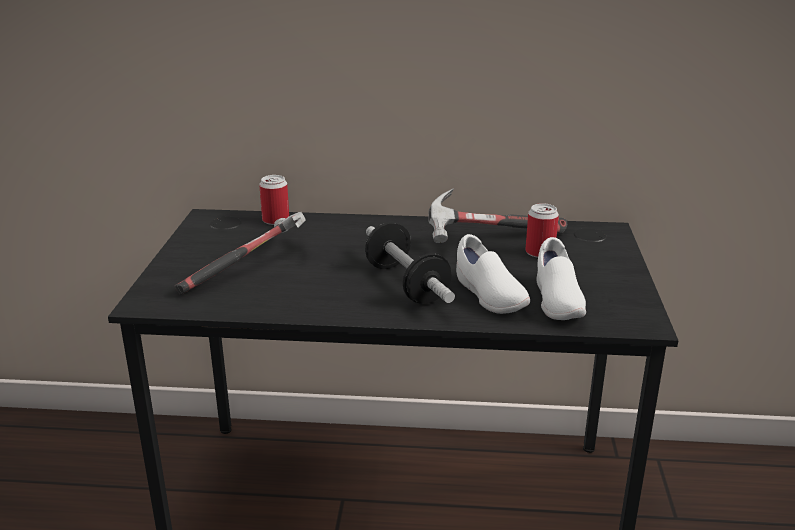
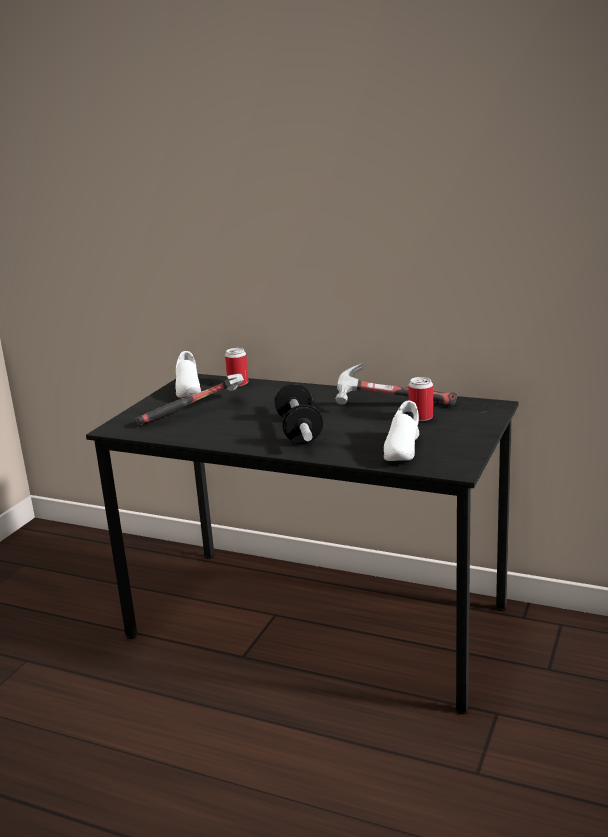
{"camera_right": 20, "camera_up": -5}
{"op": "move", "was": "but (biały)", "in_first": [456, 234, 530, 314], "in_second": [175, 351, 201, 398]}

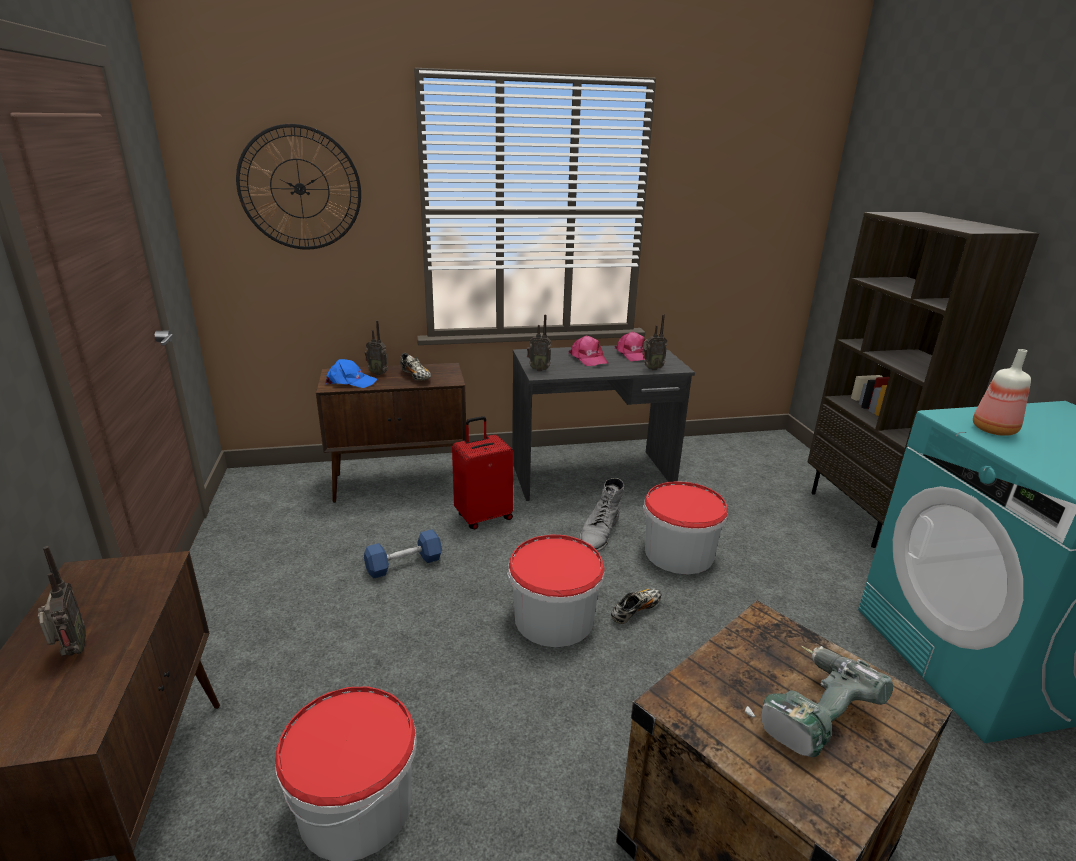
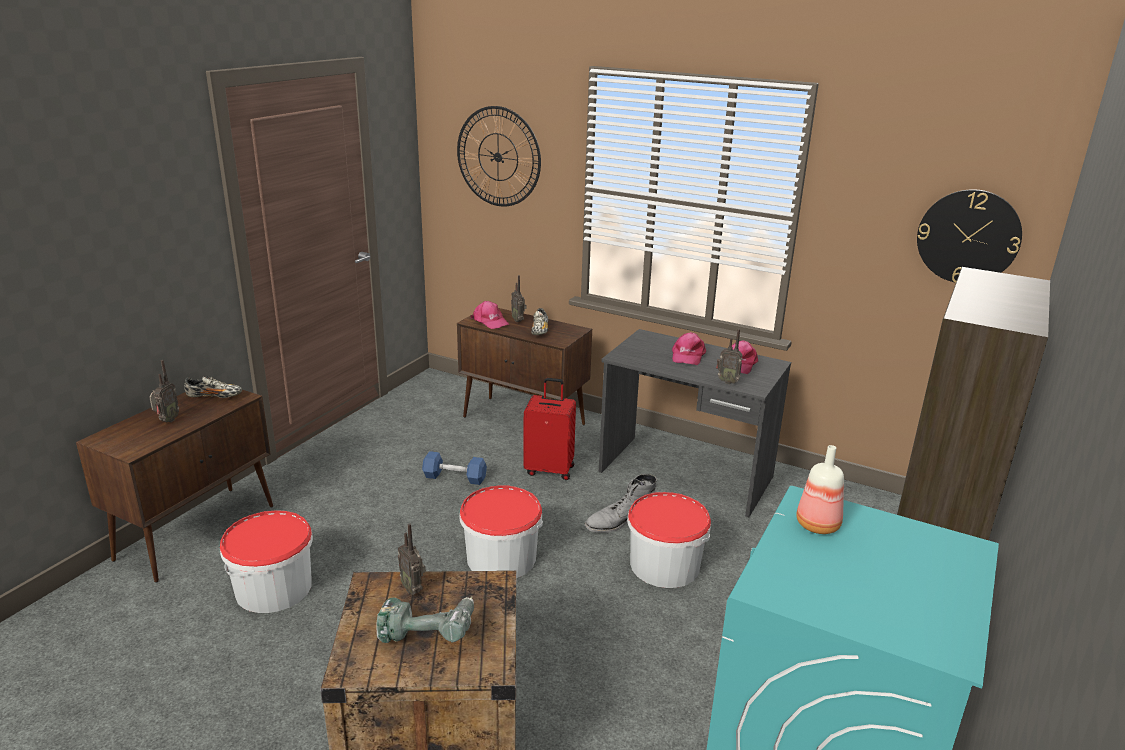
{"camera_right": 40, "camera_up": 0}
{"op": "recolor", "was": "czapka z daszkiem (niebieski)", "now": "czapka z daszkiem (różowy)", "in_first": [325, 359, 377, 388], "in_second": [471, 301, 509, 329]}
{"op": "move", "was": "radio", "in_first": [527, 315, 551, 372], "in_second": [398, 523, 426, 595]}
{"op": "move", "was": "but", "in_first": [611, 588, 662, 624], "in_second": [184, 376, 242, 398]}
{"op": "insert", "now": "zegar ścienny", "in_second": [917, 189, 1022, 283]}

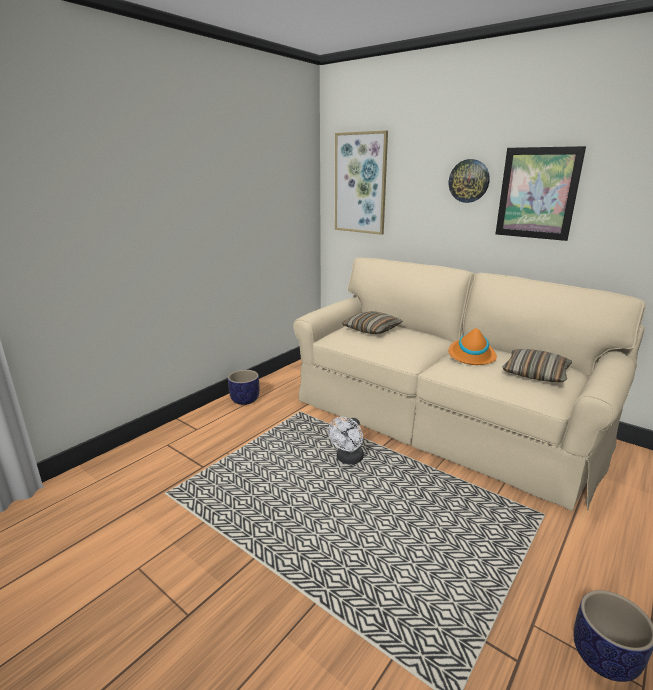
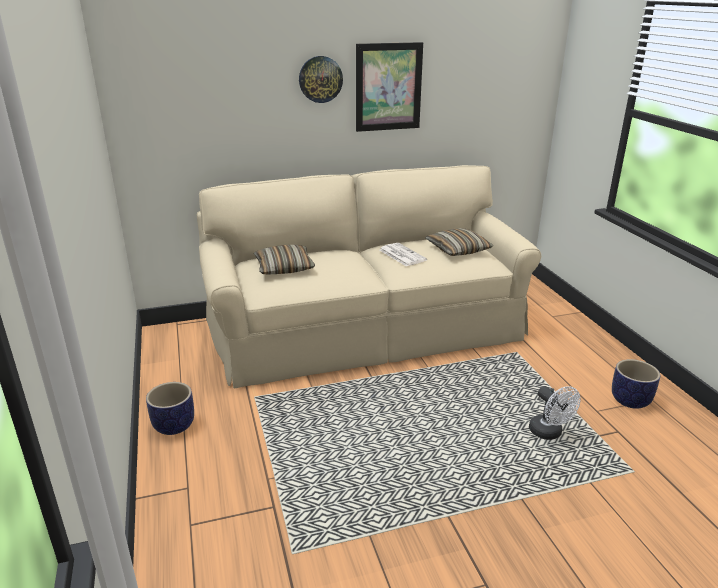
{"camera_right": -55, "camera_up": 5}
{"op": "move", "was": "wentylator (biały)", "in_first": [328, 417, 364, 464], "in_second": [529, 386, 581, 440]}
{"op": "delete", "was": "obraz", "in_first": [335, 130, 388, 235]}
{"op": "replace", "was": "kapelusz (pomarańczowy)", "now": "gazeta", "in_first": [449, 323, 497, 365], "in_second": [380, 243, 427, 266]}

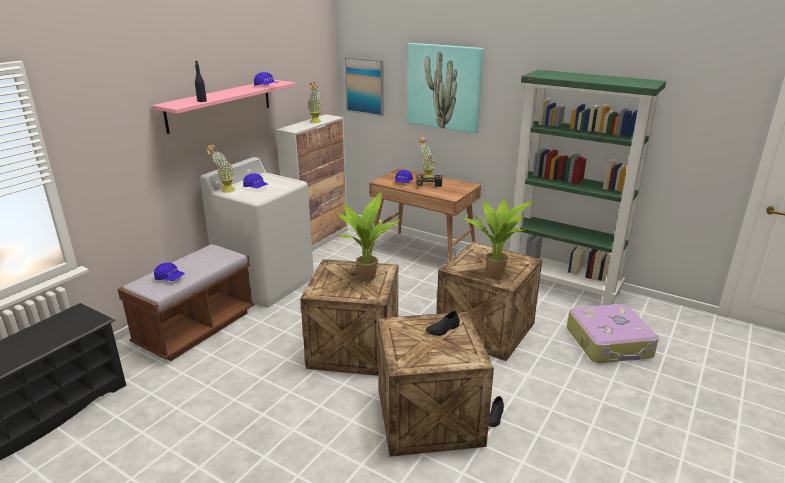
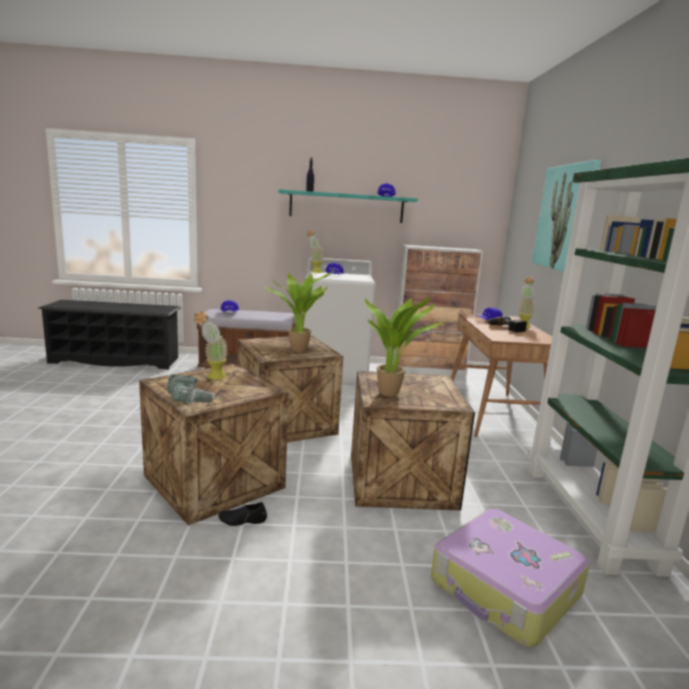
{"camera_right": 55, "camera_up": -10}
{"op": "recolor", "was": "półka (różowy)", "now": "półka (turkusowy)", "in_first": [152, 80, 296, 134], "in_second": [278, 189, 418, 223]}
{"op": "move", "was": "roślina doniczkowa", "in_first": [308, 82, 322, 123], "in_second": [194, 311, 228, 380]}
{"op": "delete", "was": "obraz", "in_first": [345, 57, 384, 116]}
{"op": "delete", "was": "but (czarny)", "in_first": [426, 311, 460, 336]}
{"op": "insert", "now": "wiertarka", "in_second": [167, 374, 224, 403]}

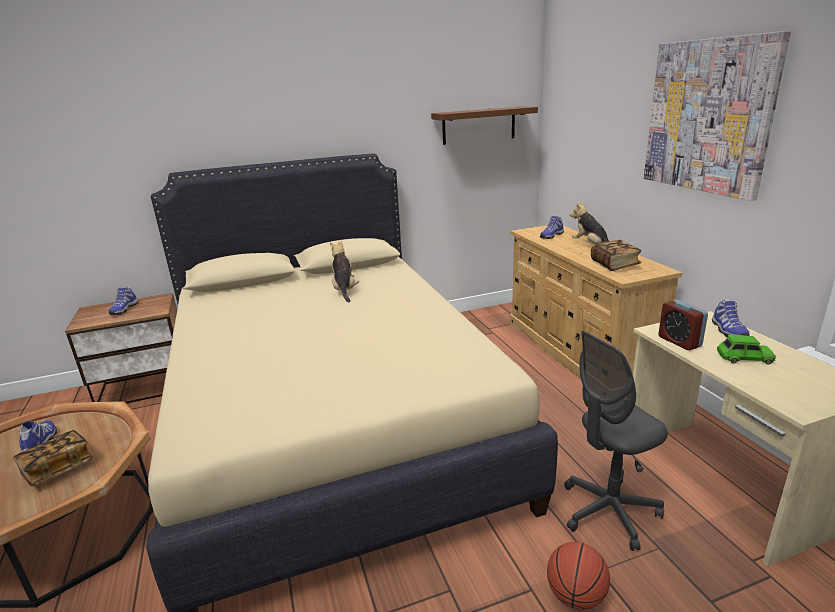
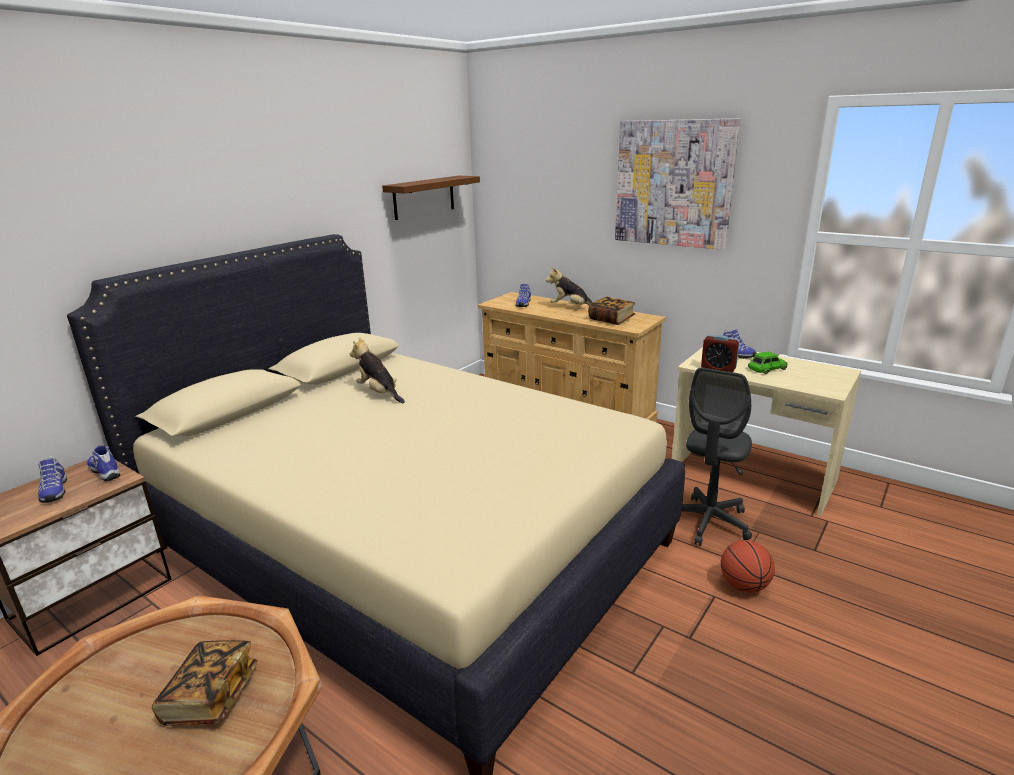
{"camera_right": -35, "camera_up": 0}
{"op": "move", "was": "but", "in_first": [19, 420, 57, 452], "in_second": [87, 445, 120, 482]}

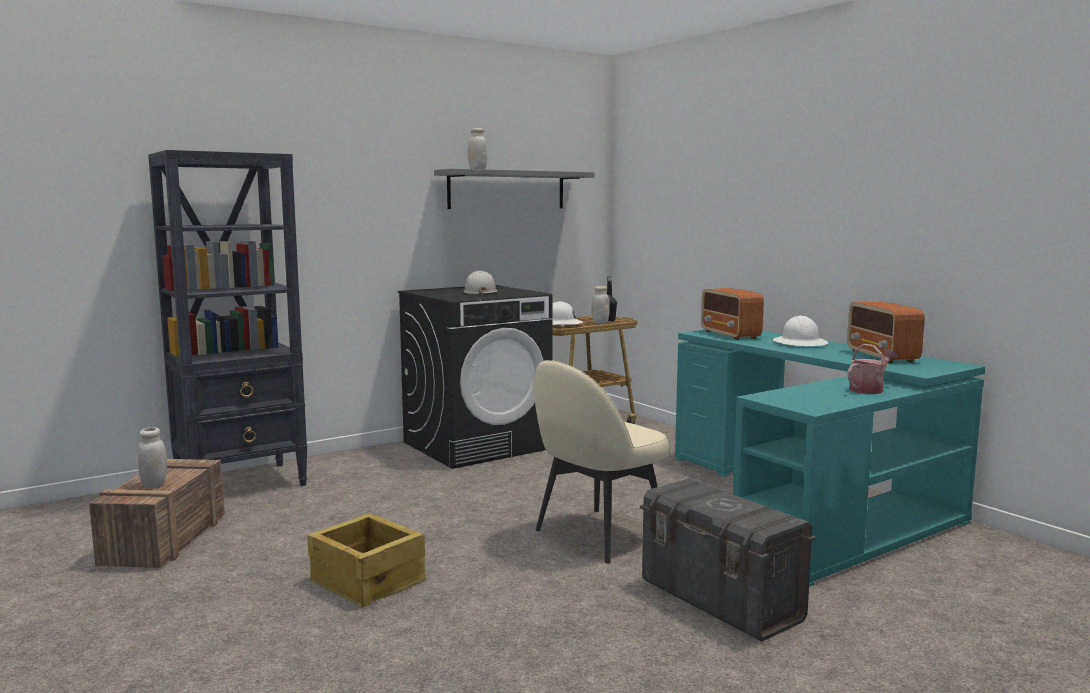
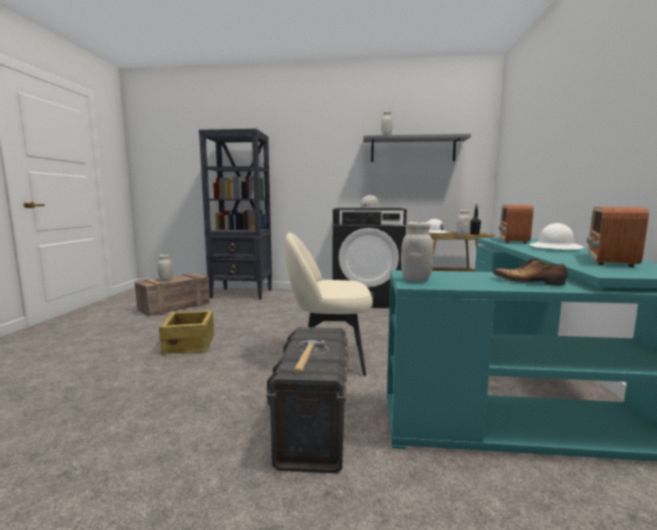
{"camera_right": 40, "camera_up": 0}
{"op": "replace", "was": "konewka", "now": "but", "in_first": [847, 344, 897, 394], "in_second": [493, 258, 568, 286]}
{"op": "insert", "now": "młotek", "in_second": [293, 340, 325, 374]}
{"op": "insert", "now": "słoik (biały)", "in_second": [401, 222, 433, 282]}

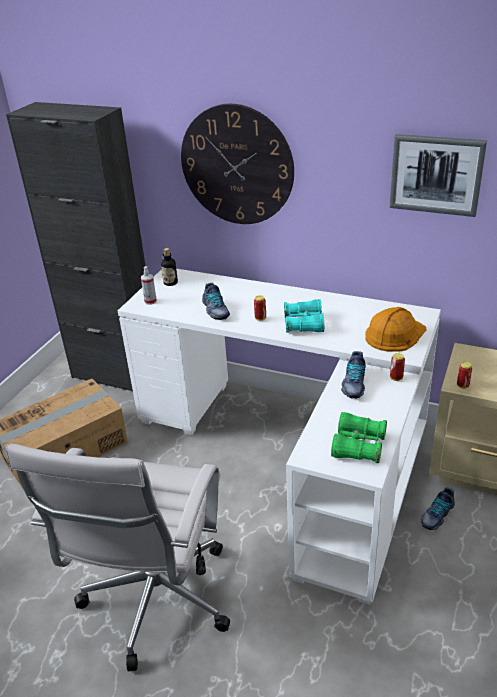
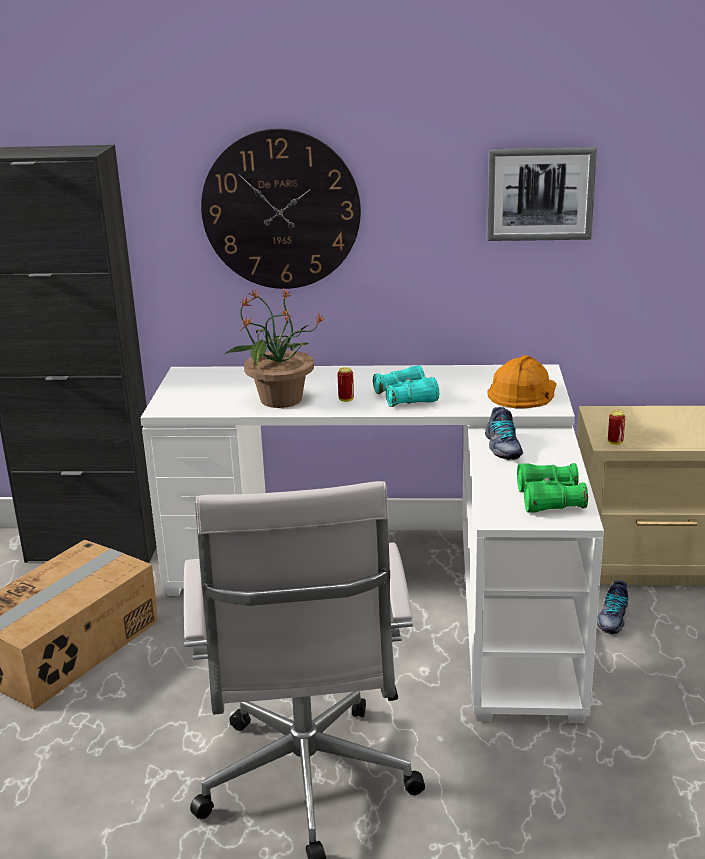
{"camera_right": -20, "camera_up": -10}
{"op": "delete", "was": "spryskiwacz", "in_first": [141, 266, 157, 305]}
{"op": "delete", "was": "butelka", "in_first": [161, 248, 178, 286]}
{"op": "replace", "was": "but", "now": "roślina doniczkowa", "in_first": [202, 283, 230, 320], "in_second": [224, 288, 324, 408]}
{"op": "delete", "was": "puszka", "in_first": [390, 353, 405, 381]}

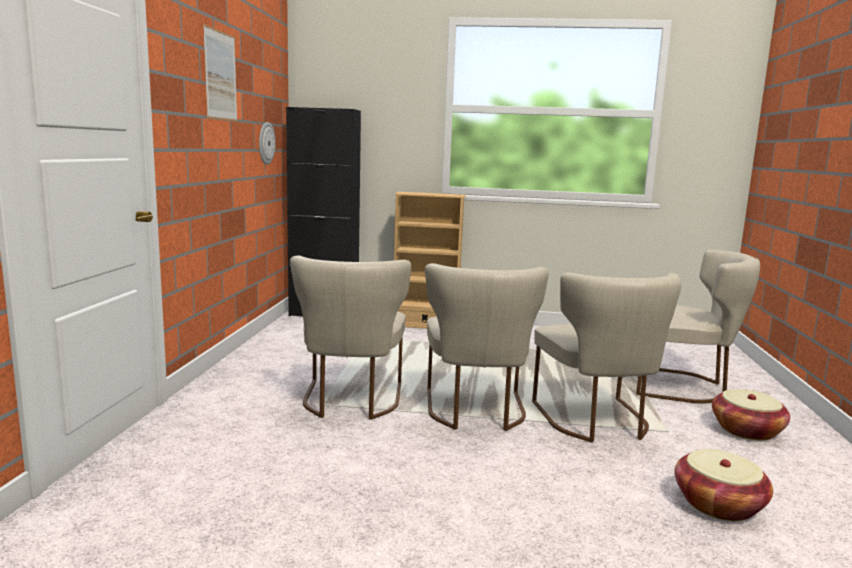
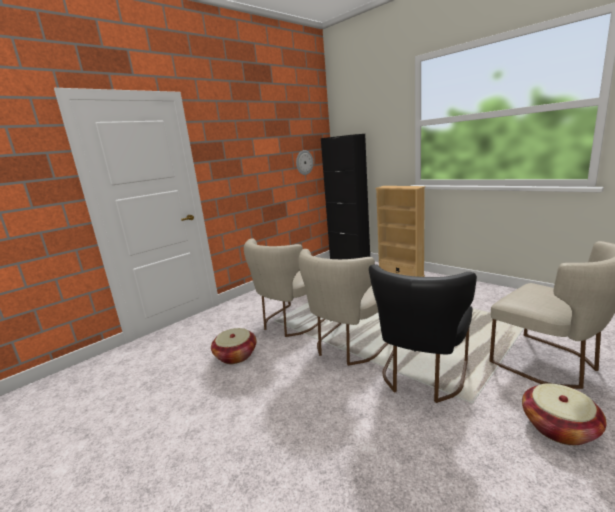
{"camera_right": 40, "camera_up": 5}
{"op": "delete", "was": "obraz", "in_first": [203, 24, 238, 121]}
{"op": "recolor", "was": "krzesło (beżowy)", "now": "krzesło (czarny)", "in_first": [532, 273, 681, 443], "in_second": [369, 264, 477, 403]}
{"op": "move", "was": "koszyk", "in_first": [674, 449, 773, 521], "in_second": [211, 328, 256, 364]}

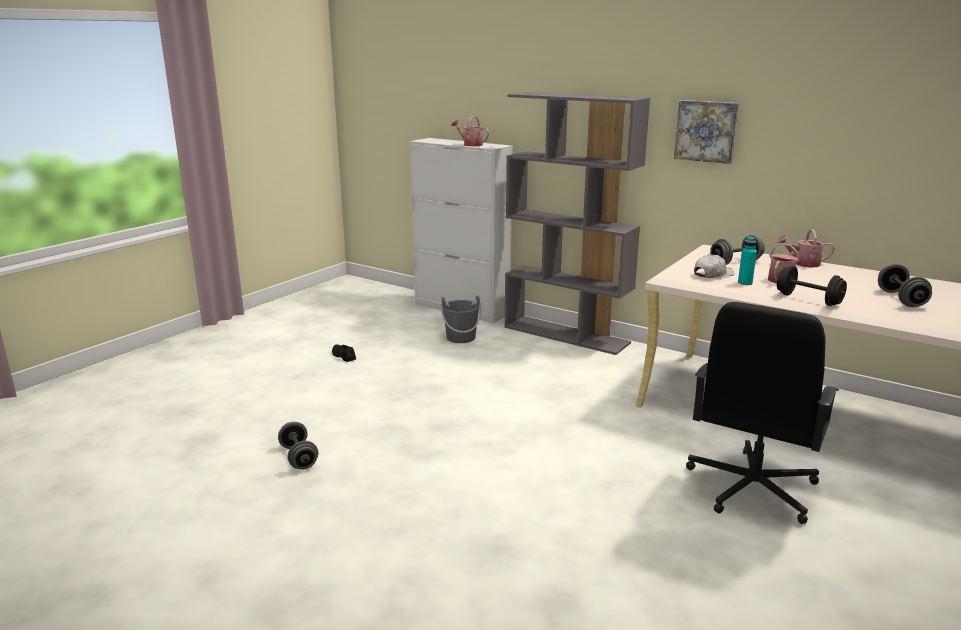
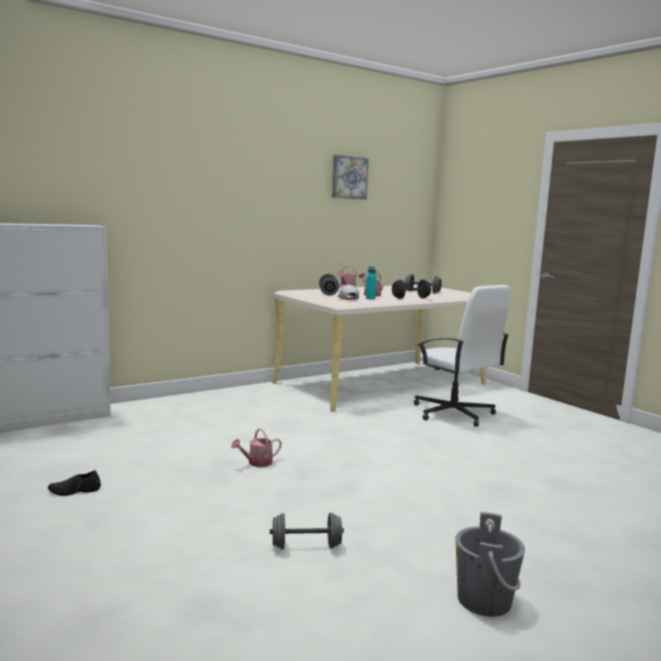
{"camera_right": -70, "camera_up": -10}
{"op": "move", "was": "wiadro (szary)", "in_first": [440, 296, 481, 343], "in_second": [455, 512, 525, 617]}
{"op": "move", "was": "konewka", "in_first": [451, 116, 489, 147], "in_second": [231, 428, 282, 467]}
{"op": "delete", "was": "regał (szary)", "in_first": [504, 92, 650, 355]}
{"op": "move", "was": "obraz", "in_first": [674, 100, 739, 164], "in_second": [332, 155, 369, 200]}
{"op": "recolor", "was": "krzesło biurowe (czarny)", "now": "krzesło biurowe (biały)", "in_first": [686, 302, 839, 524], "in_second": [414, 285, 511, 427]}

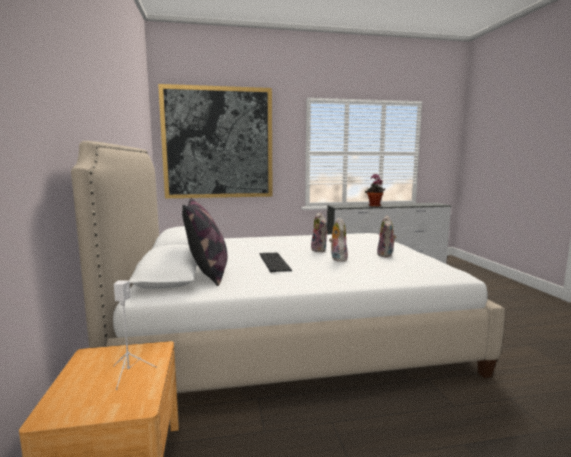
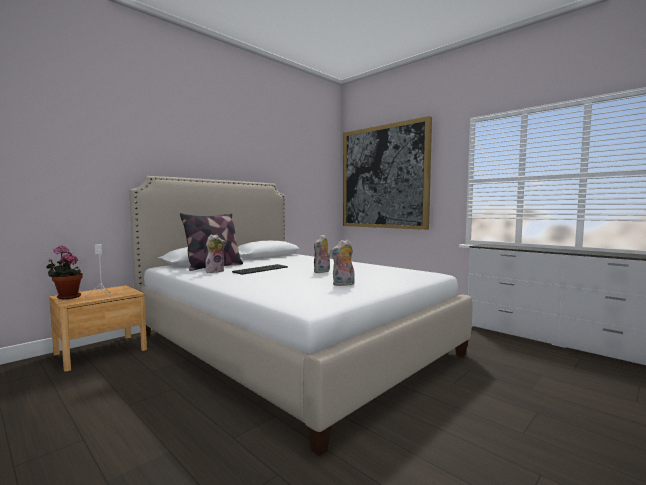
{"camera_right": 55, "camera_up": -5}
{"op": "move", "was": "pluszak", "in_first": [329, 218, 348, 262], "in_second": [205, 235, 226, 273]}
{"op": "move", "was": "roślina doniczkowa", "in_first": [365, 174, 385, 207], "in_second": [46, 245, 83, 299]}

